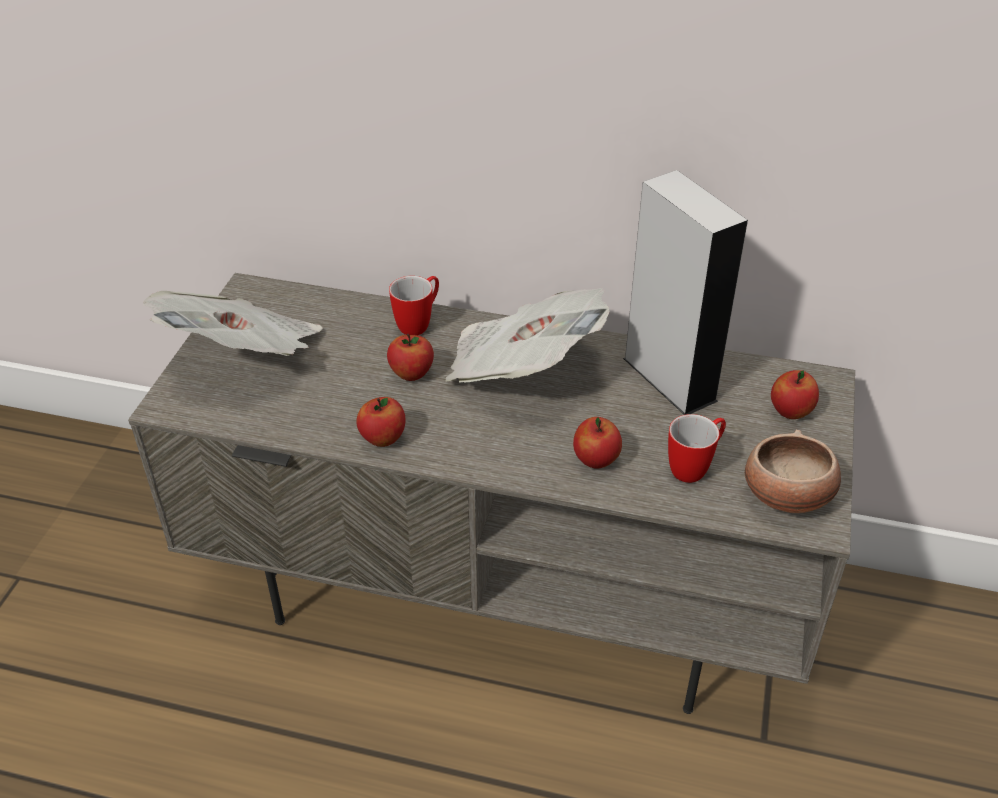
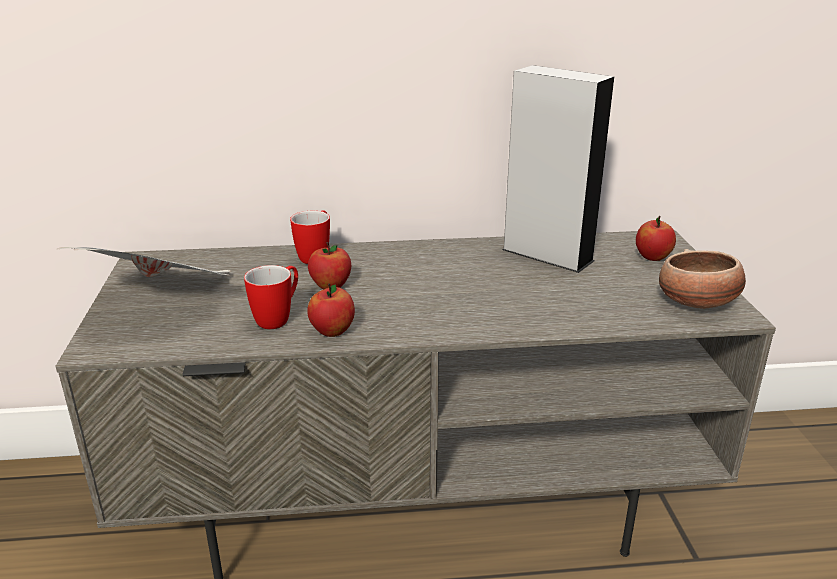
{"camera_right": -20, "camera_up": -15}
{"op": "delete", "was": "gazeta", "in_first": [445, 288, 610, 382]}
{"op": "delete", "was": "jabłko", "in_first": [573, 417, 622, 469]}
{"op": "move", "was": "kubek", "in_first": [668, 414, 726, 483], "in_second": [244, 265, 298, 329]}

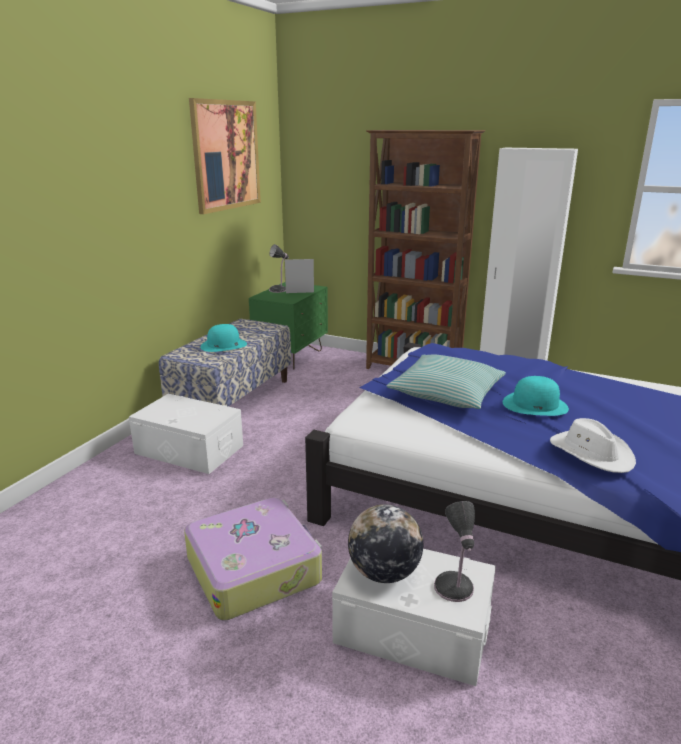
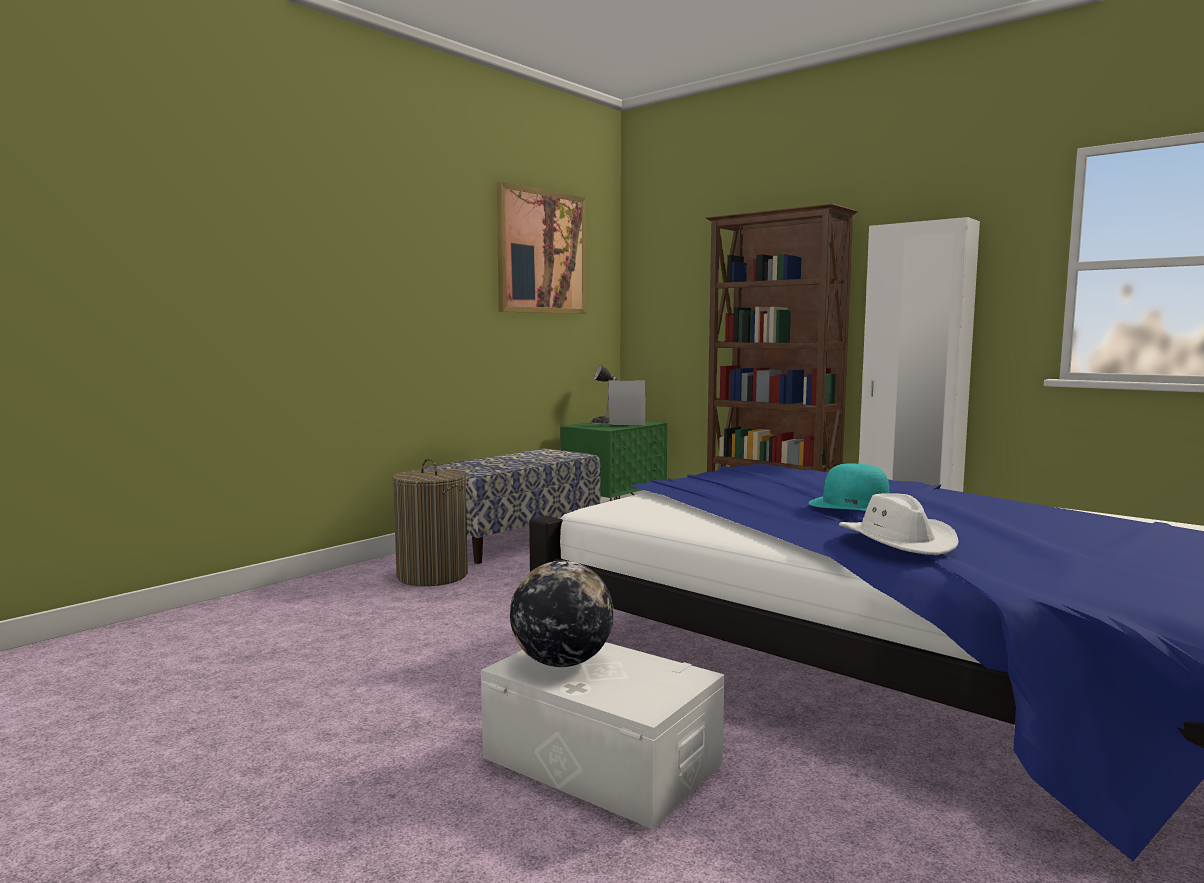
{"camera_right": 15, "camera_up": -15}
{"op": "replace", "was": "pojemnik do przechowywania (biały)", "now": "kosz na pranie", "in_first": [129, 394, 243, 474], "in_second": [392, 458, 468, 586]}
{"op": "delete", "was": "walizka", "in_first": [184, 498, 322, 621]}
{"op": "delete", "was": "kapelusz (turkusowy)", "in_first": [201, 324, 247, 352]}
{"op": "delete", "was": "poduszka", "in_first": [386, 355, 506, 409]}
{"op": "delete", "was": "lampa stołowa", "in_first": [434, 501, 475, 602]}

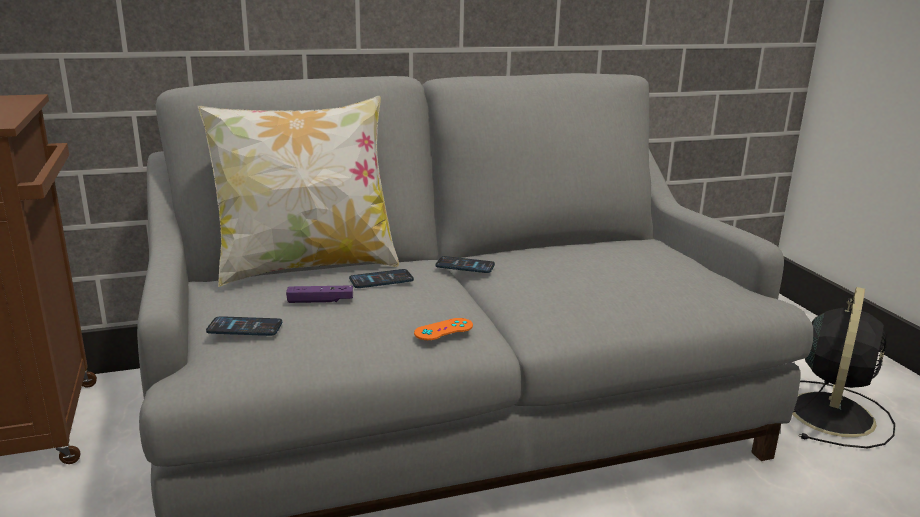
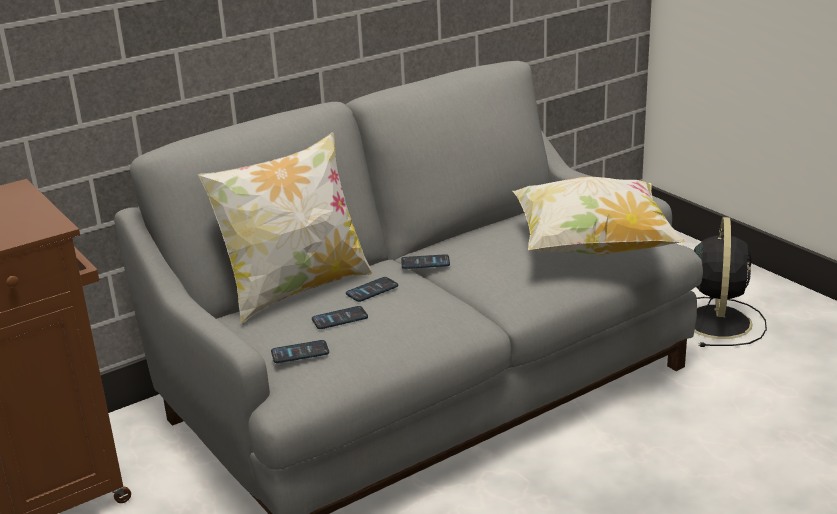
{"camera_right": -15, "camera_up": 5}
{"op": "replace", "was": "pad do gier (fioletowy)", "now": "telefon", "in_first": [286, 285, 353, 303], "in_second": [312, 306, 368, 329]}
{"op": "delete", "was": "pad do gier (pomarańczowy)", "in_first": [414, 318, 473, 340]}
{"op": "insert", "now": "poduszka", "in_second": [513, 177, 685, 255]}

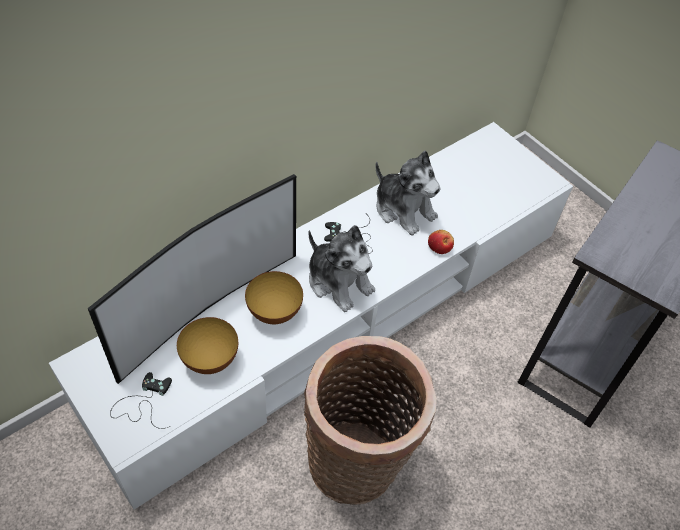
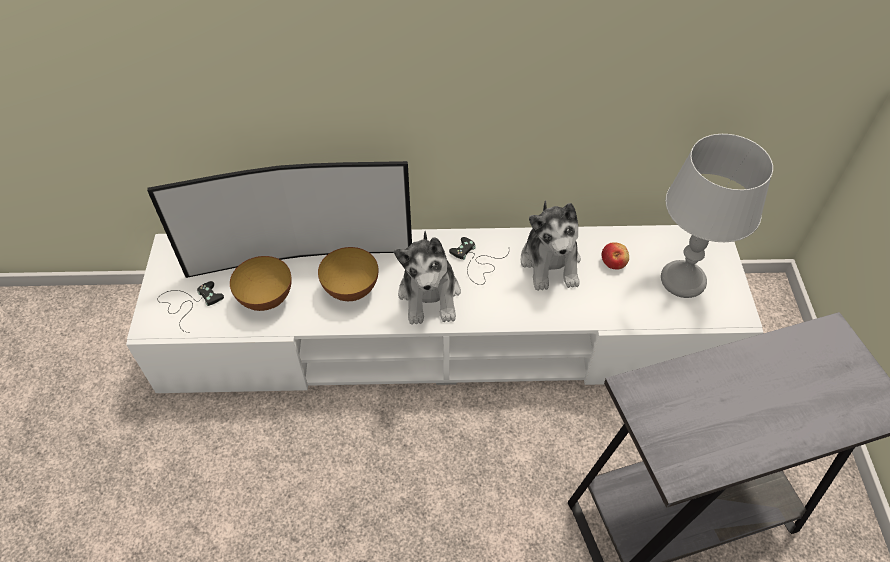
{"camera_right": 40, "camera_up": 0}
{"op": "delete", "was": "koszyk", "in_first": [304, 336, 436, 505]}
{"op": "move", "was": "jabłko", "in_first": [428, 230, 454, 254], "in_second": [601, 243, 629, 270]}
{"op": "insert", "now": "lampa stołowa (szary)", "in_second": [661, 134, 773, 298]}

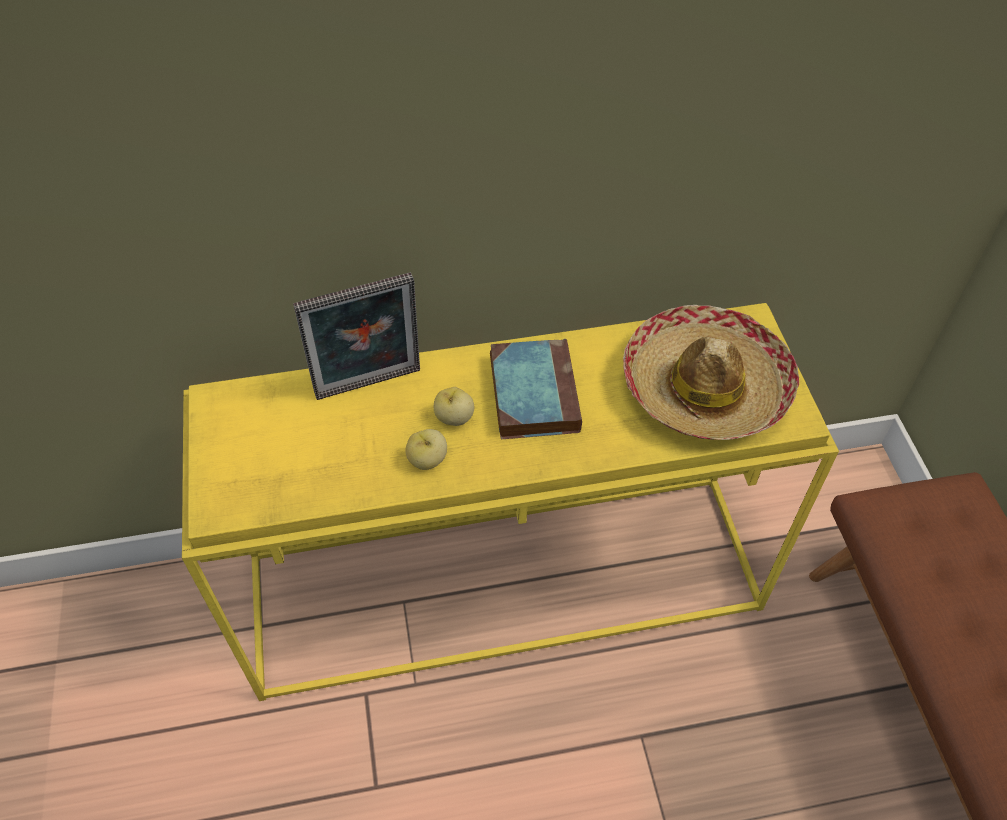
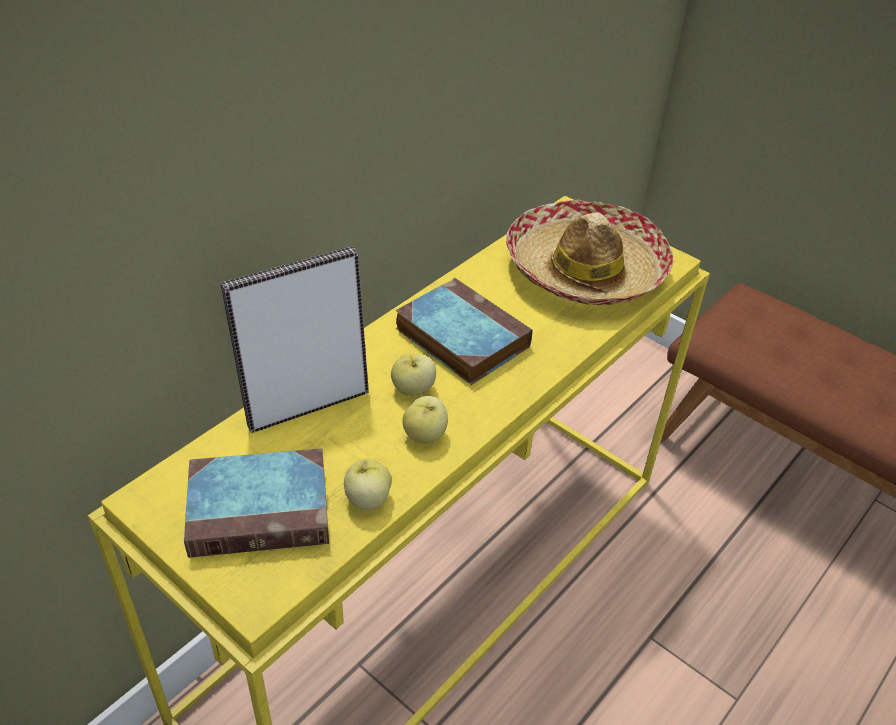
{"camera_right": -40, "camera_up": -10}
{"op": "rotate", "was": "ramka na zdjęcie", "in_first": [293, 272, 420, 400], "in_second": [221, 247, 369, 433], "clockwise": -150}
{"op": "insert", "now": "książka", "in_second": [184, 448, 329, 558]}
{"op": "insert", "now": "jabłko", "in_second": [344, 459, 392, 510]}

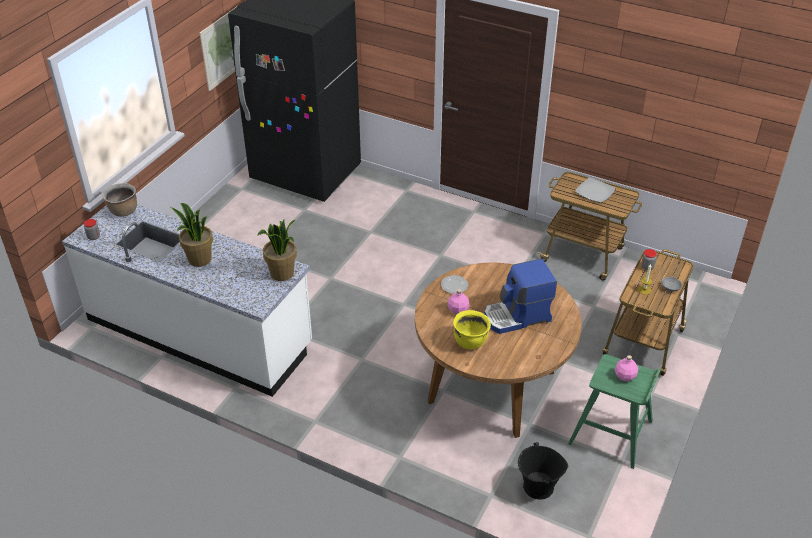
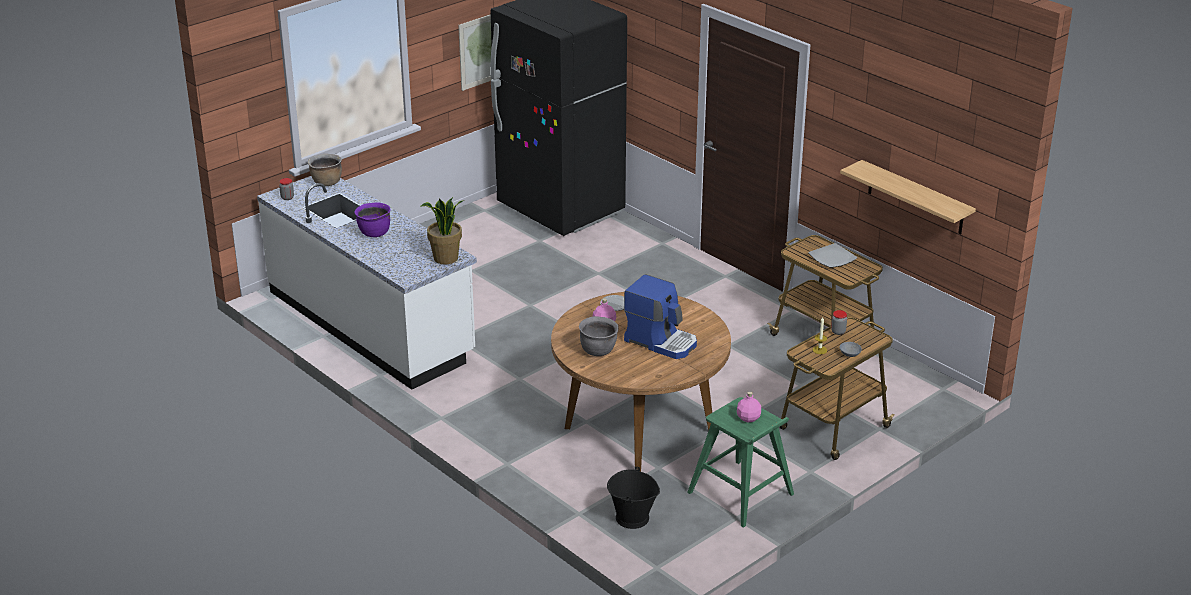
{"camera_right": 20, "camera_up": -10}
{"op": "replace", "was": "roślina doniczkowa", "now": "garnek (fioletowy)", "in_first": [171, 203, 213, 267], "in_second": [354, 202, 390, 237]}
{"op": "recolor", "was": "garnek (żółty)", "now": "garnek (szary)", "in_first": [453, 310, 491, 349], "in_second": [579, 316, 618, 356]}
{"op": "rotate", "was": "ekspres do kawy", "in_first": [484, 259, 557, 334], "in_second": [624, 274, 697, 359], "clockwise": -150}
{"op": "insert", "now": "półka", "in_second": [840, 160, 976, 234]}

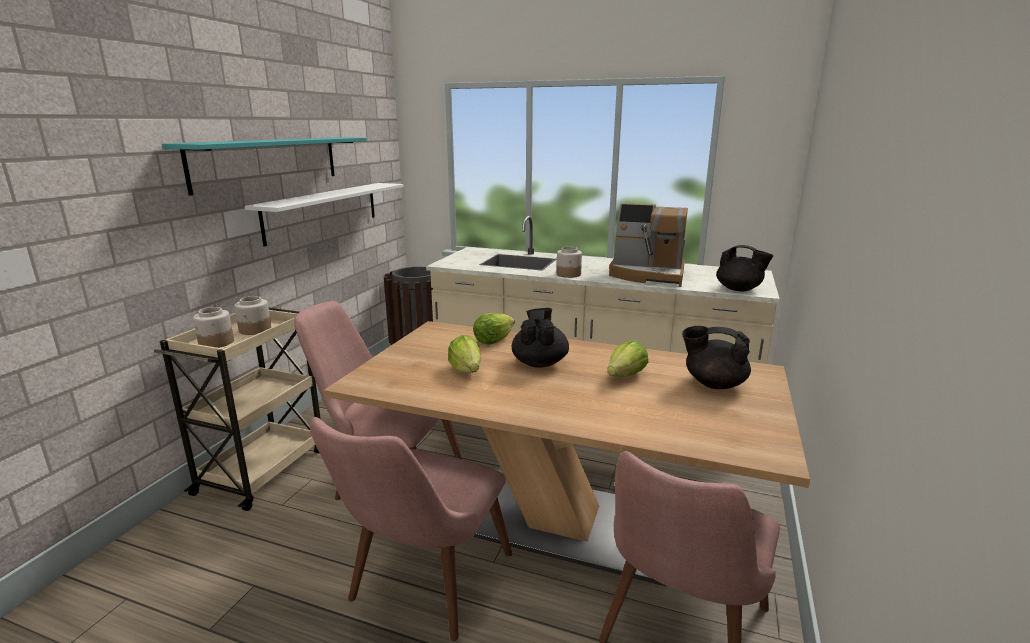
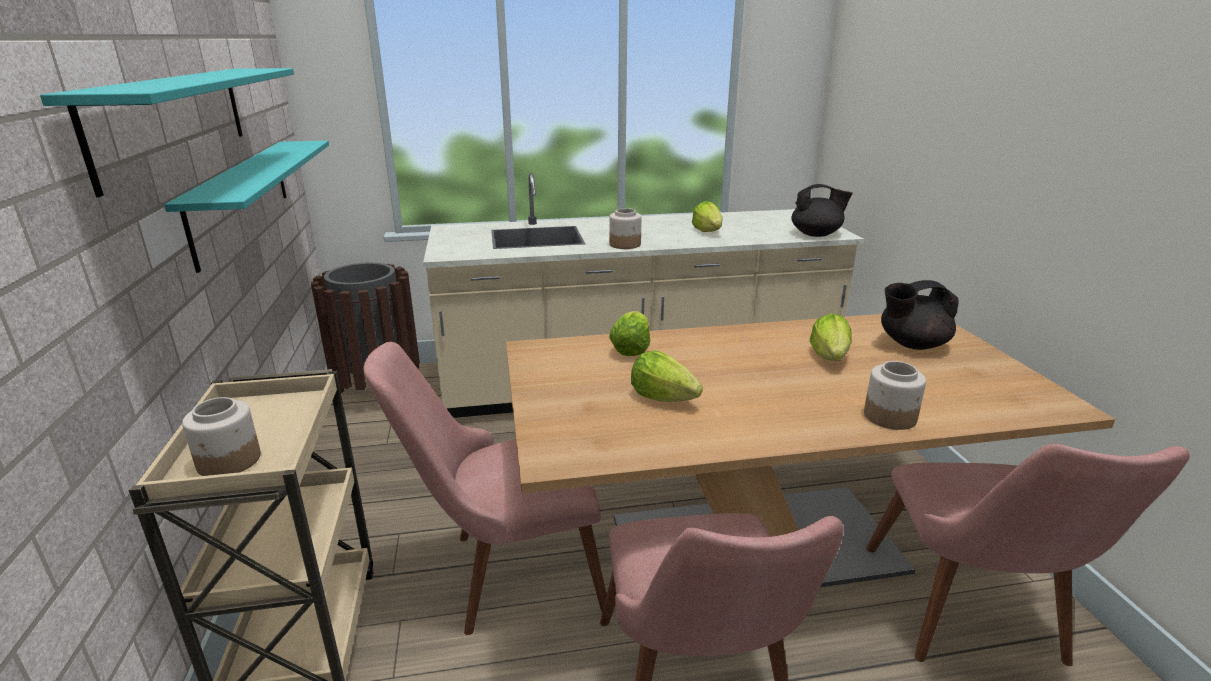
{"camera_right": -30, "camera_up": 5}
{"op": "move", "was": "słoik", "in_first": [234, 296, 271, 335], "in_second": [864, 361, 926, 430]}
{"op": "recolor", "was": "półka (biały)", "now": "półka (turkusowy)", "in_first": [245, 183, 404, 247], "in_second": [164, 141, 329, 273]}
{"op": "delete", "was": "imbryk (czarny)", "in_first": [512, 308, 569, 368]}
{"op": "replace", "was": "ekspres do kawy", "now": "sałata", "in_first": [609, 203, 688, 287], "in_second": [692, 201, 723, 232]}

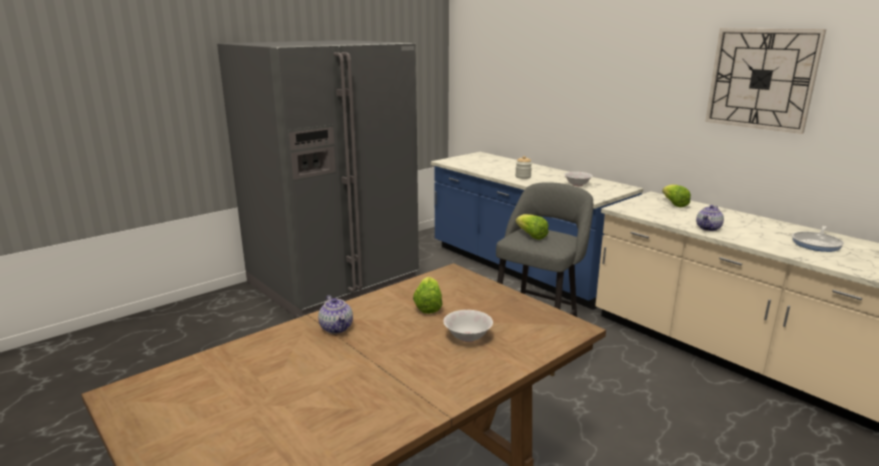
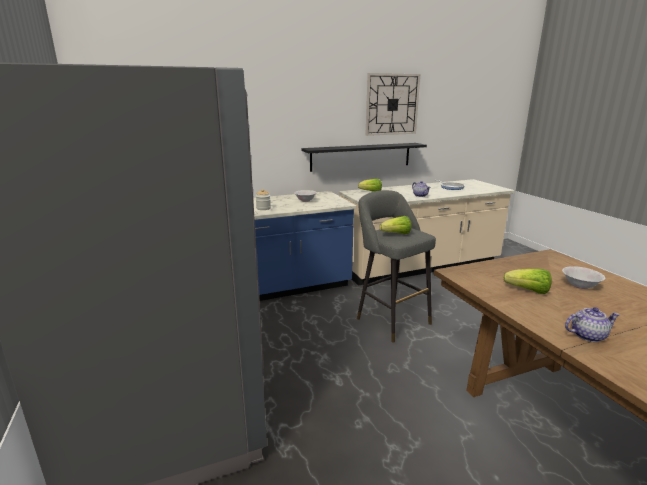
{"camera_right": -70, "camera_up": 0}
{"op": "insert", "now": "półka (czarny)", "in_second": [301, 143, 427, 172]}

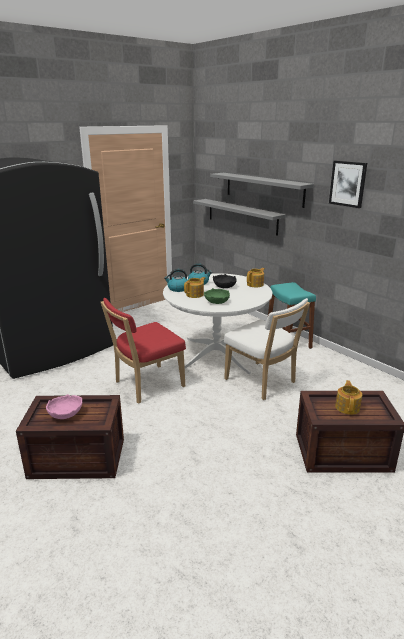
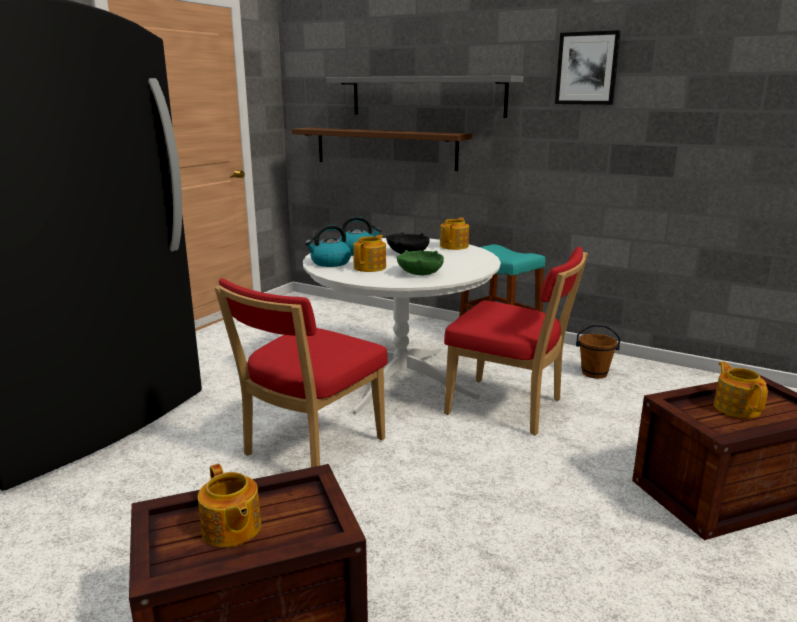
{"camera_right": -20, "camera_up": -5}
{"op": "replace", "was": "miska (różowy)", "now": "imbryk", "in_first": [46, 394, 82, 419], "in_second": [198, 464, 261, 548]}
{"op": "recolor", "was": "półka (szary)", "now": "półka (brązowy)", "in_first": [193, 199, 286, 236], "in_second": [292, 127, 472, 171]}
{"op": "recolor", "was": "krzesło (biały)", "now": "krzesło (czerwony)", "in_first": [224, 298, 310, 400], "in_second": [444, 246, 588, 436]}
{"op": "insert", "now": "wiadro (brązowy)", "in_second": [576, 325, 621, 379]}

